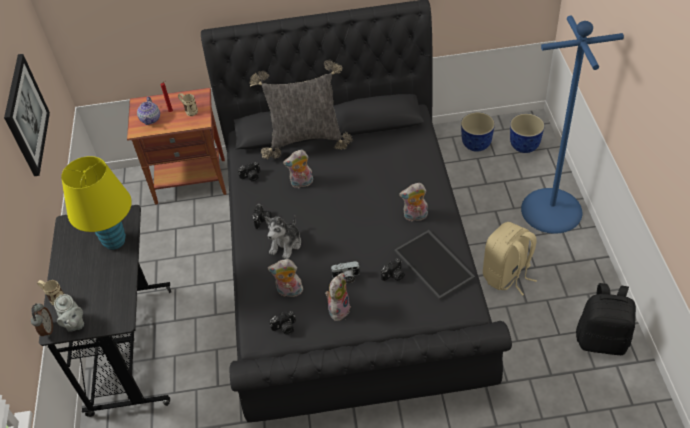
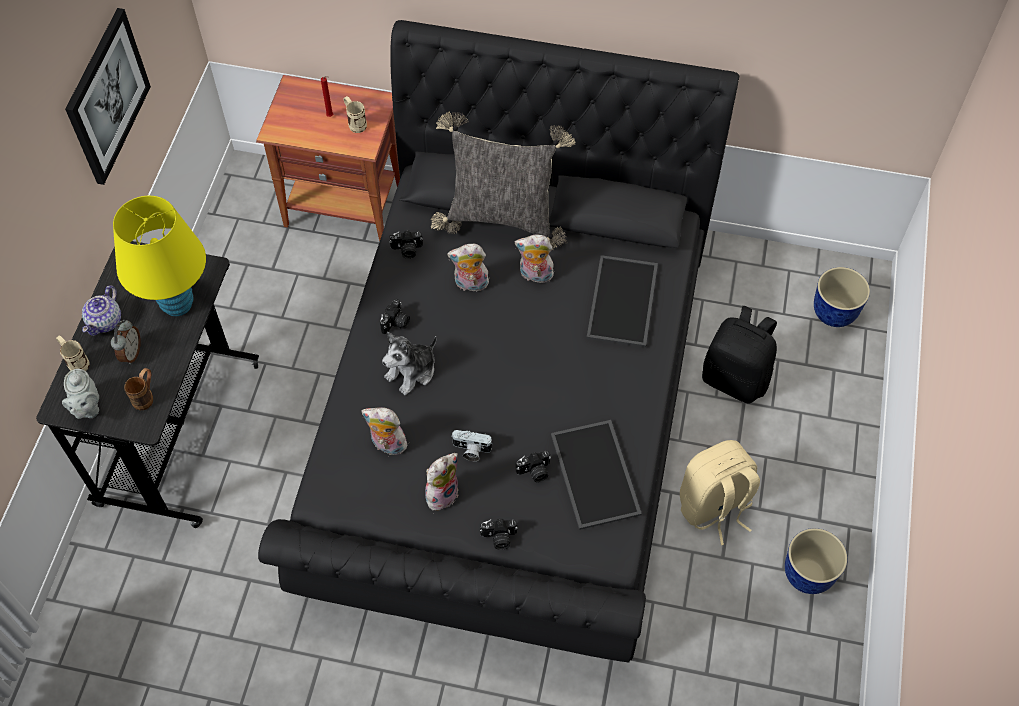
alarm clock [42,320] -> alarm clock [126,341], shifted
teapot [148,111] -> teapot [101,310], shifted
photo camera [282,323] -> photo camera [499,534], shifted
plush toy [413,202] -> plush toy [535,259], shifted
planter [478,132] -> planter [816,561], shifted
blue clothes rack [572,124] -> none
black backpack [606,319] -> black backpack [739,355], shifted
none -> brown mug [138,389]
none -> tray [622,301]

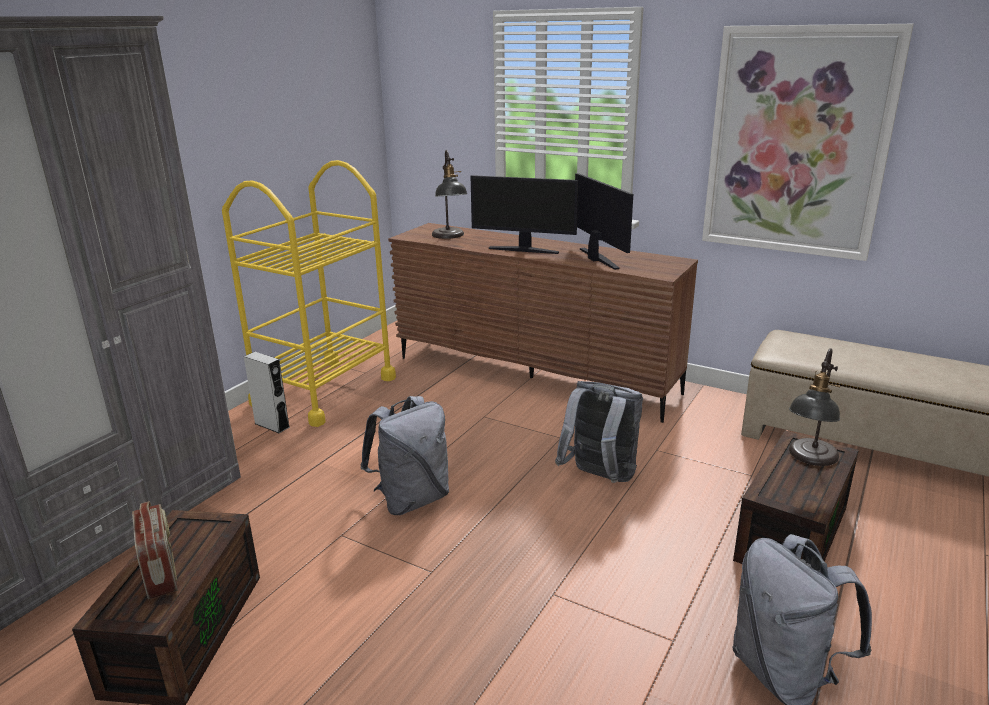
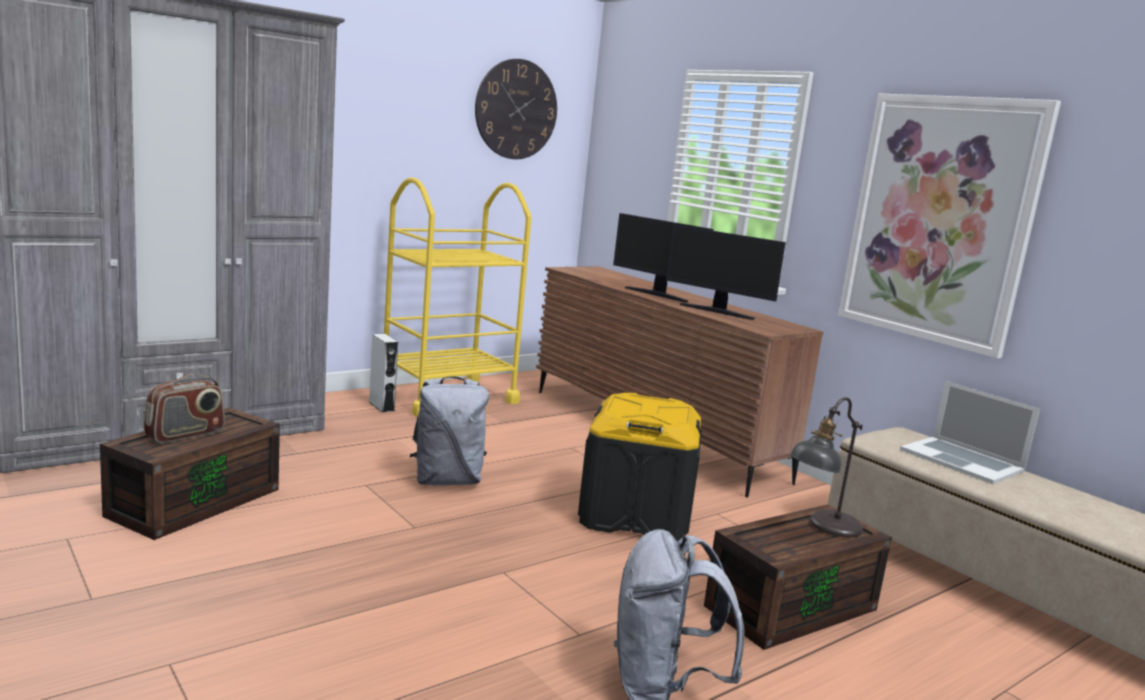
radio [155,550] -> radio [184,408], 45 degrees clockwise
grey table lamp [449,194] -> none
grey backpack [599,432] -> black storage box [640,467]
monitor [604,221] -> monitor [726,272], 120 degrees clockwise
none -> wall clock [516,109]
none -> laptop [970,432]

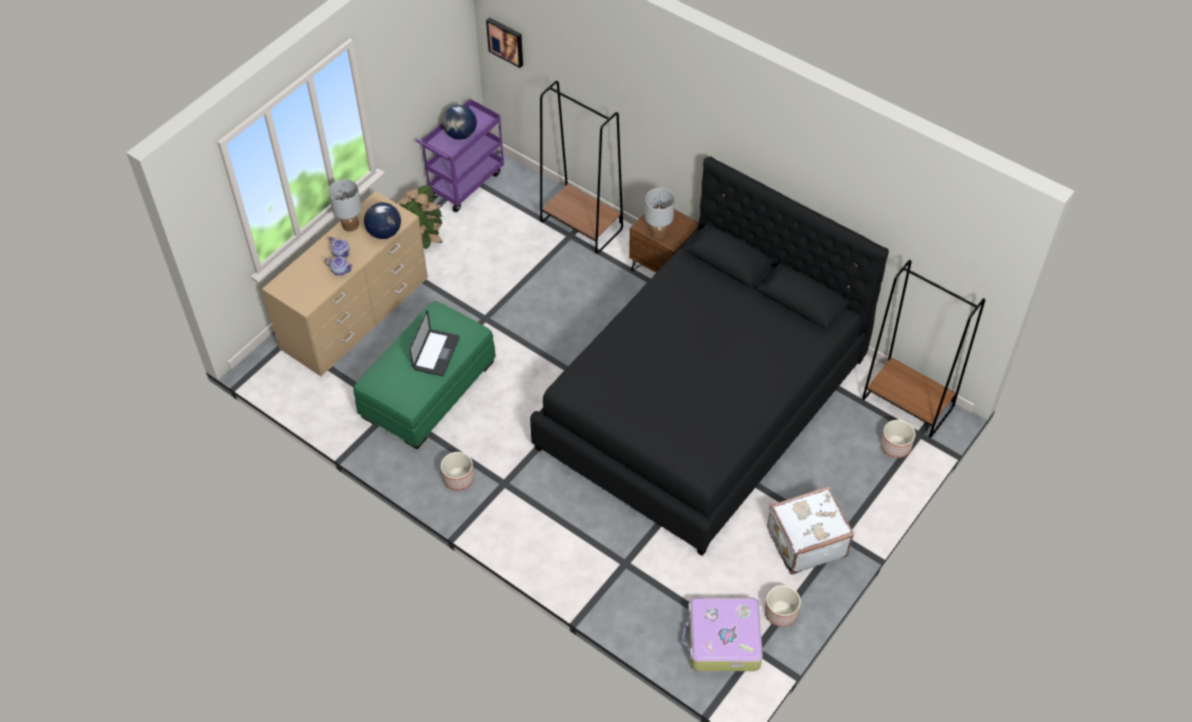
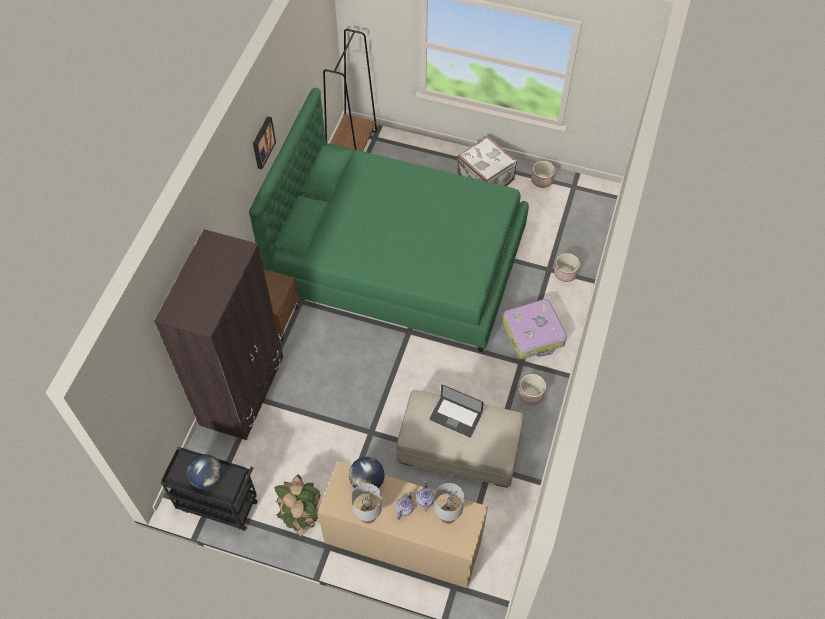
green ottoman [425,375] -> beige ottoman [460,439]
laptop [435,343] -> laptop [457,411], 150 degrees counterclockwise
purple cart [460,155] -> black cart [209,489]
picture [504,42] -> picture [264,142], shifted
black bed [709,356] -> green bed [389,220]
clothes rack [581,167] -> brown wardrobe [218,334]
grey table lamp [660,213] -> grey table lamp [449,503], shifted
suitcase [722,634] -> suitcase [534,329], shifted
planter [897,439] -> planter [567,267], shifted

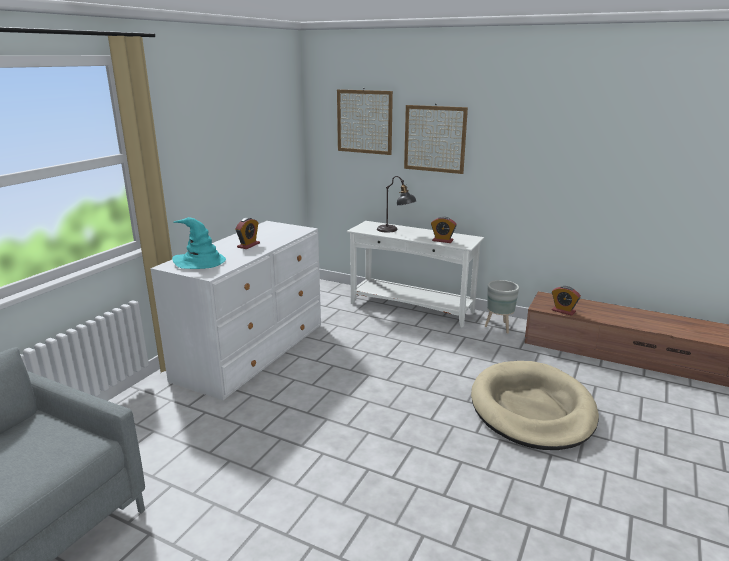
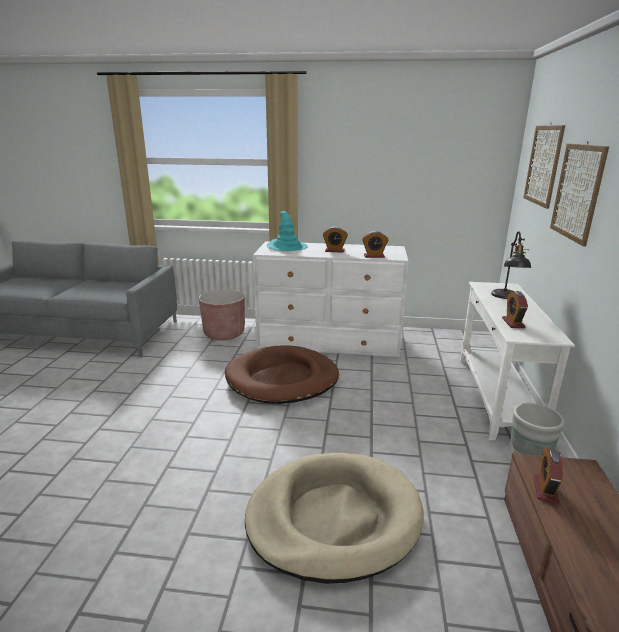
none -> brown planter [222,314]
none -> brown dog bed [282,375]
none -> alarm clock [375,244]

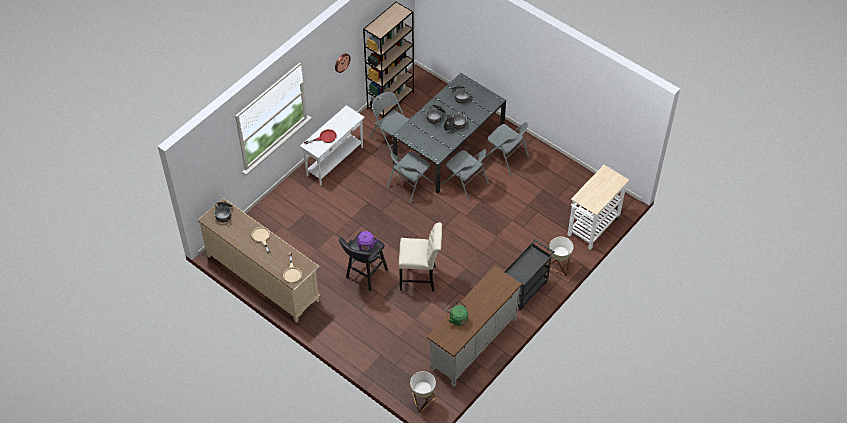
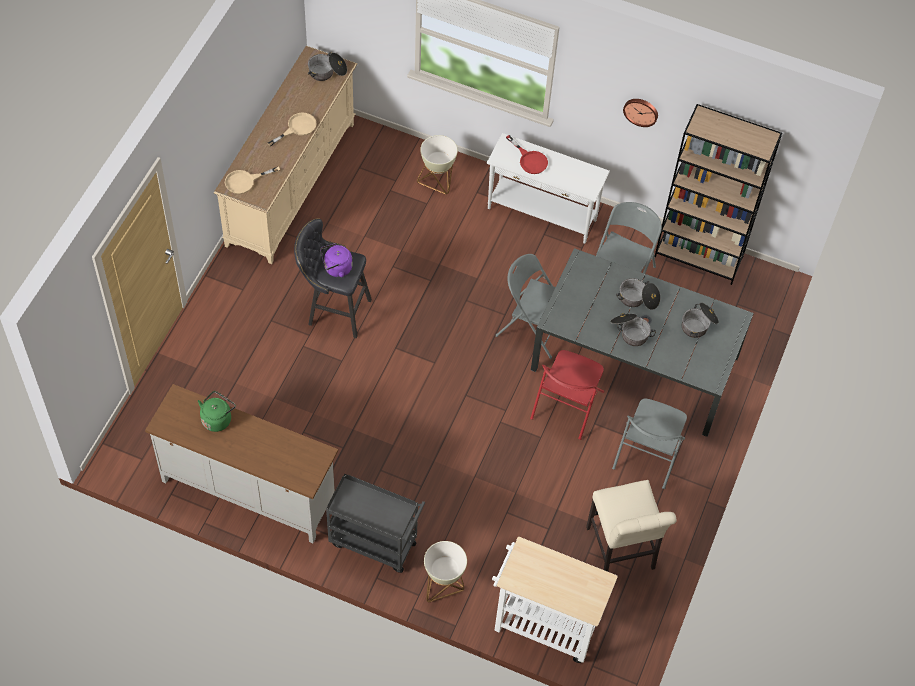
beige stool [420,256] -> beige stool [631,526], shifted
planter [423,392] -> planter [437,164], shifted
grey chair [465,175] -> red chair [567,395]

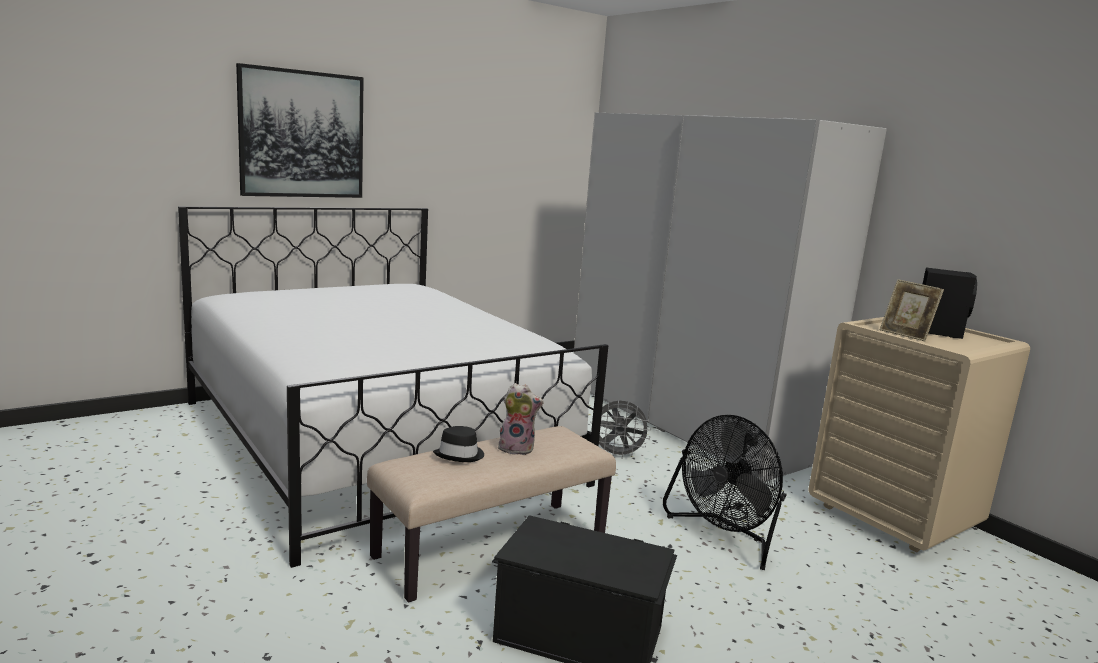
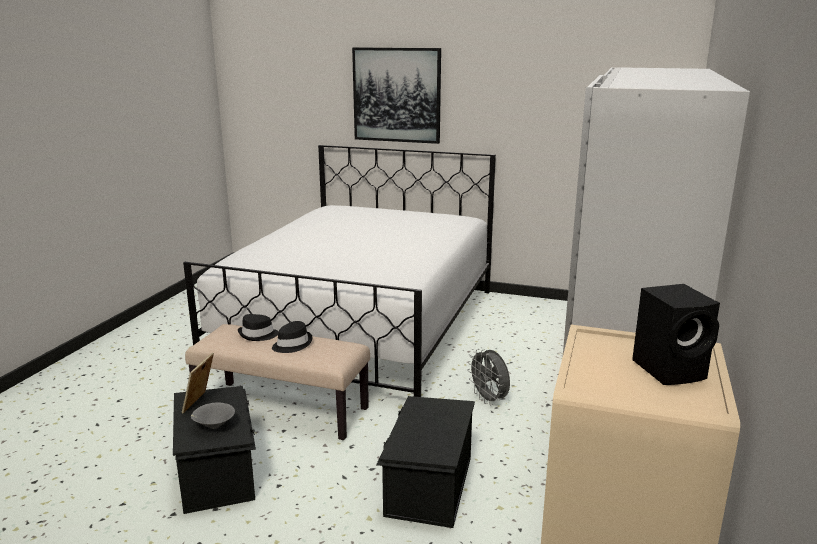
plush toy [521,419] -> black hat [292,337]
black fan [724,492] -> black storage box [425,462]
picture frame [912,310] -> picture frame [198,382], shifted
none -> grey bowl [213,415]

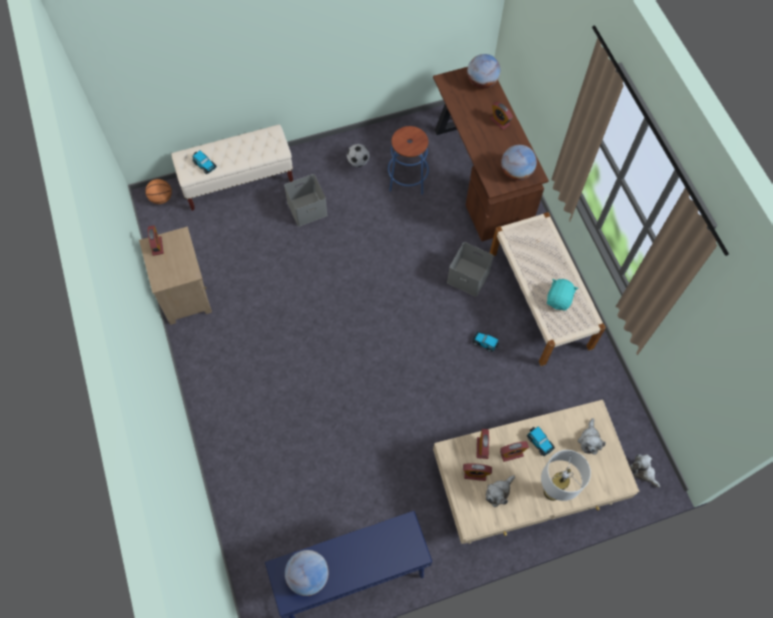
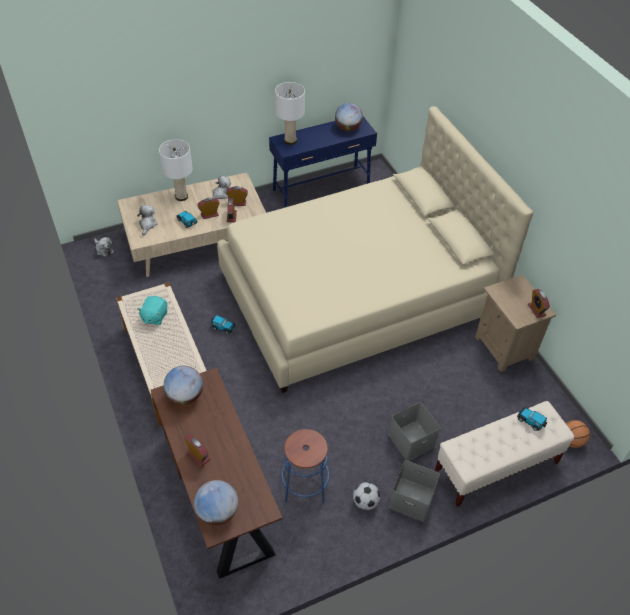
grey storage box [470,269] -> grey storage box [414,490], shifted
none -> beige bed [375,249]
none -> white table lamp [290,113]

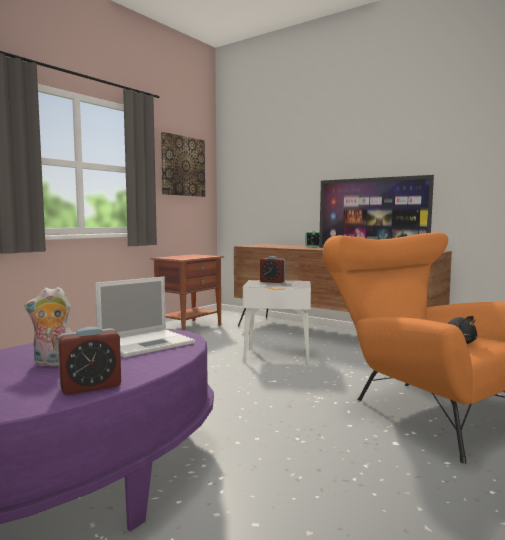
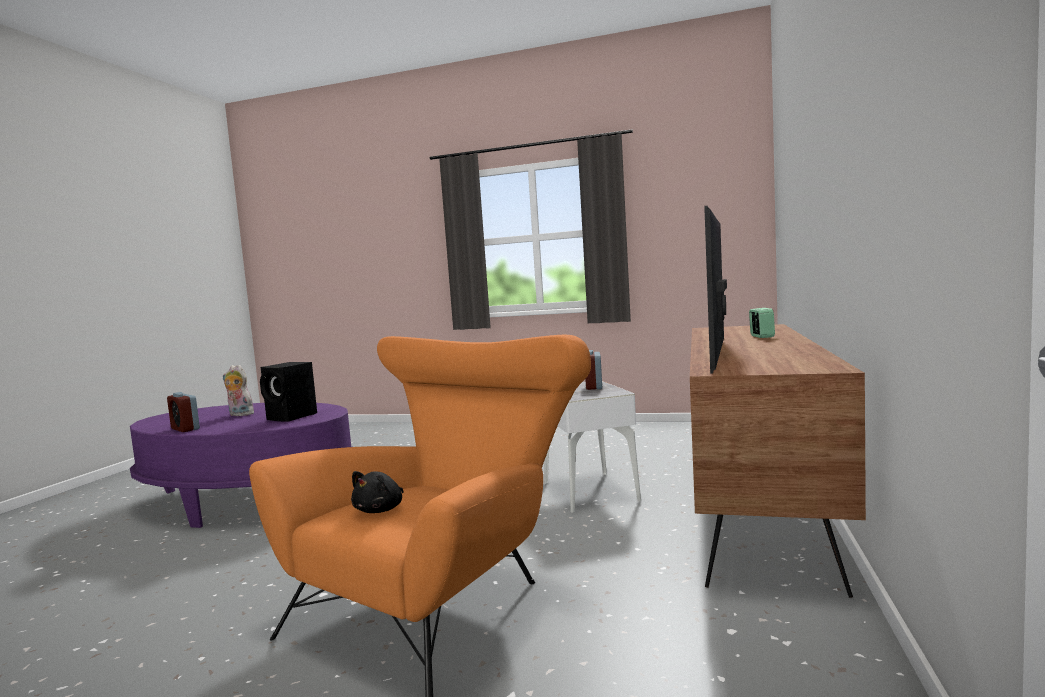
plush toy [47,327] -> plush toy [238,390], 45 degrees counterclockwise
laptop [145,317] -> black speaker [288,391]
nightstand [187,292] -> none
picture [183,164] -> none

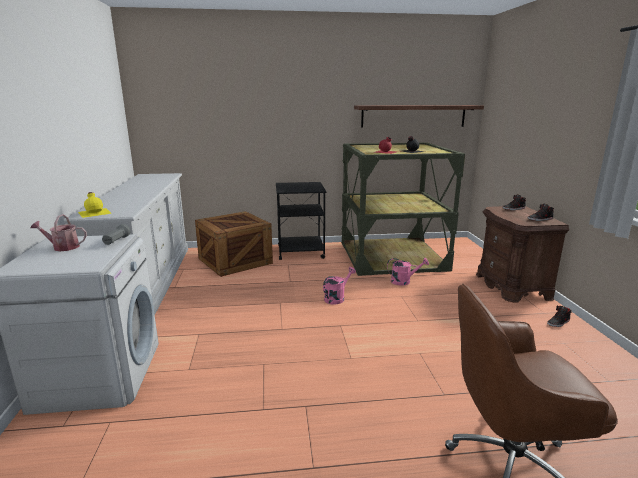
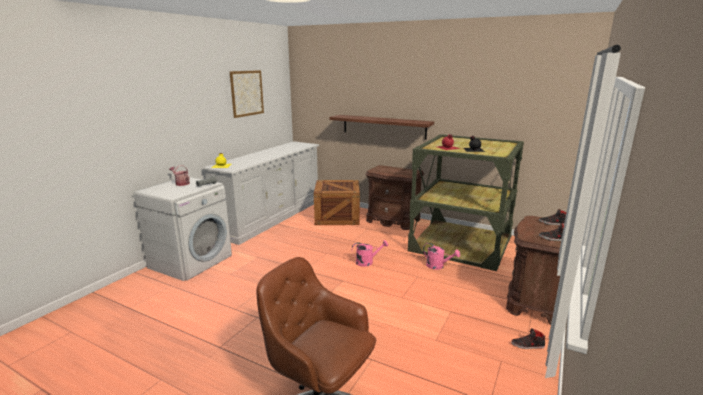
black cart [301,221] -> brown nightstand [394,197]
shelf [419,116] -> shelf [381,127], shifted
none -> picture [247,94]

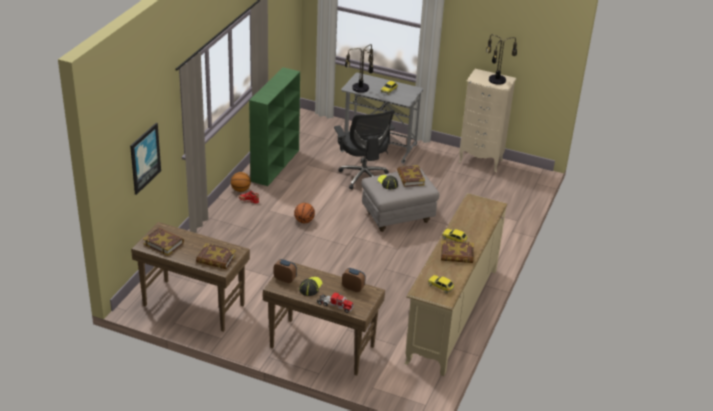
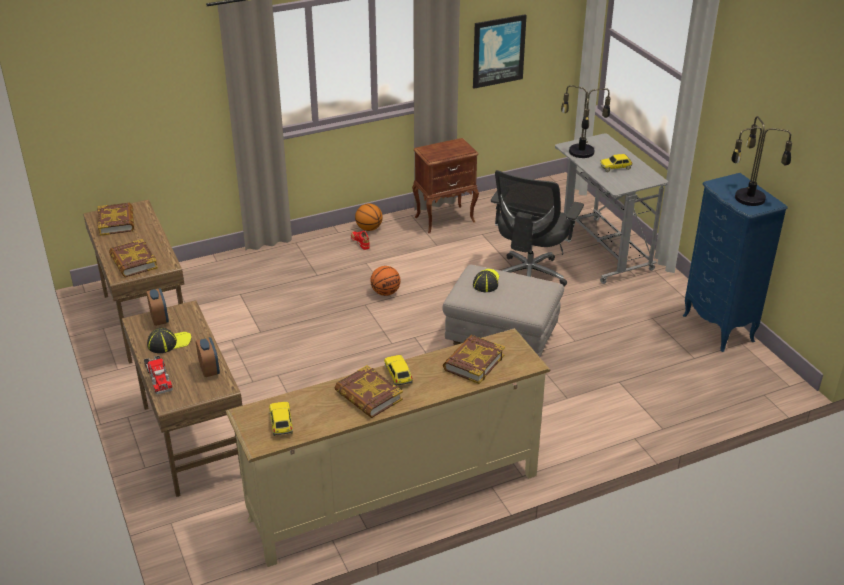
picture [145,159] -> picture [500,51], shifted
green bookcase [274,126] -> brown nightstand [445,185]
book [411,176] -> book [474,359], shifted
beige dresser [487,120] -> blue dresser [735,262]

